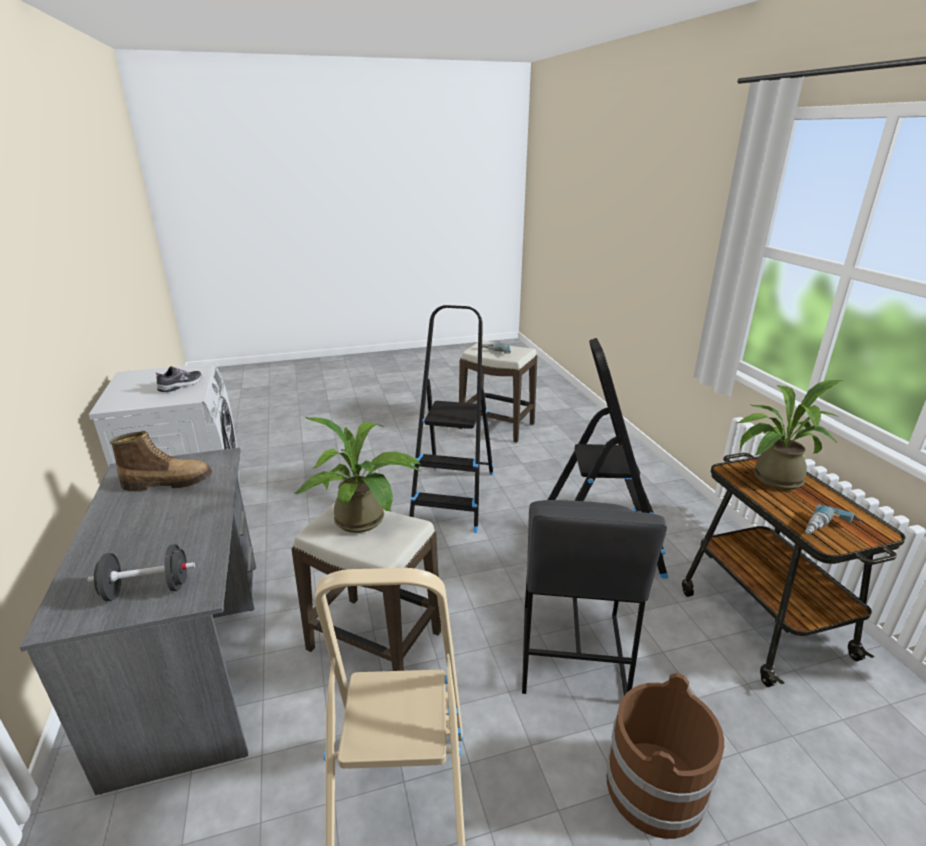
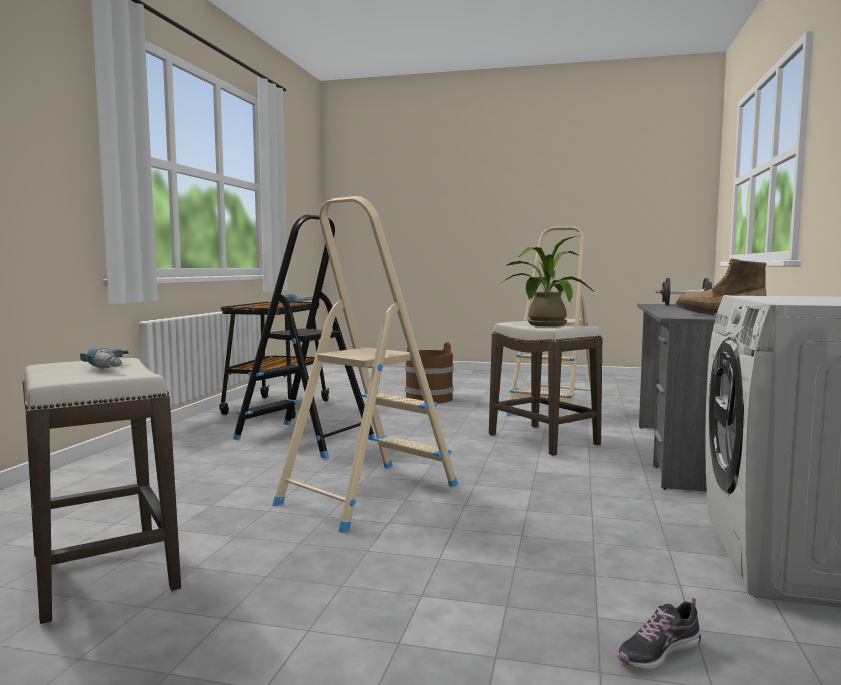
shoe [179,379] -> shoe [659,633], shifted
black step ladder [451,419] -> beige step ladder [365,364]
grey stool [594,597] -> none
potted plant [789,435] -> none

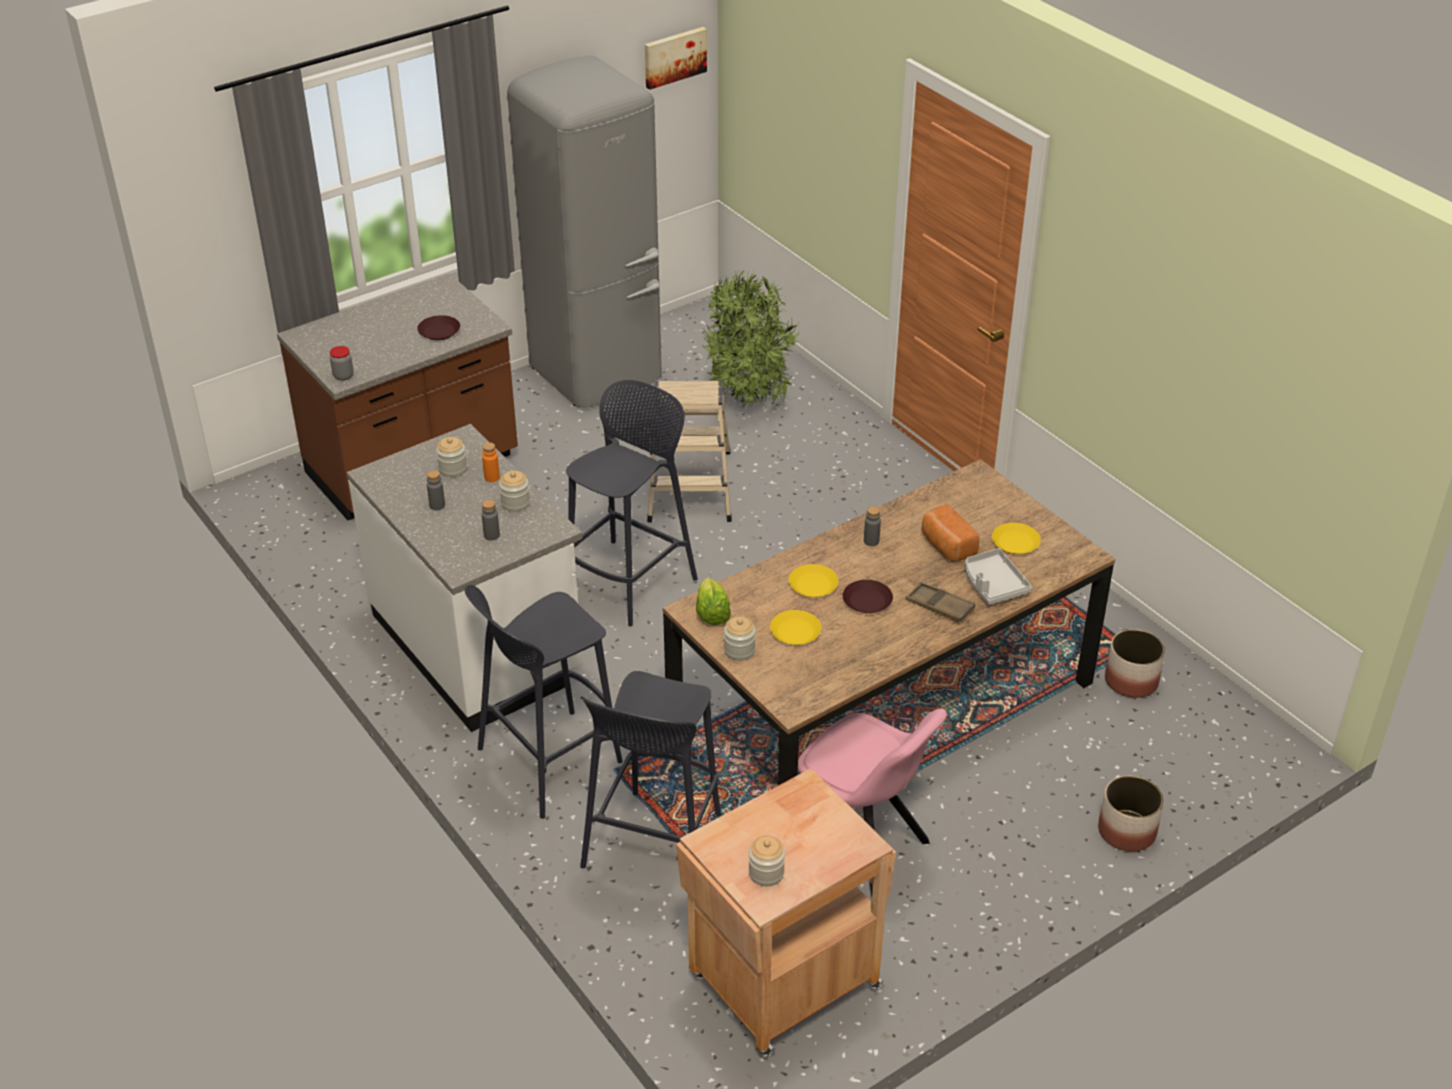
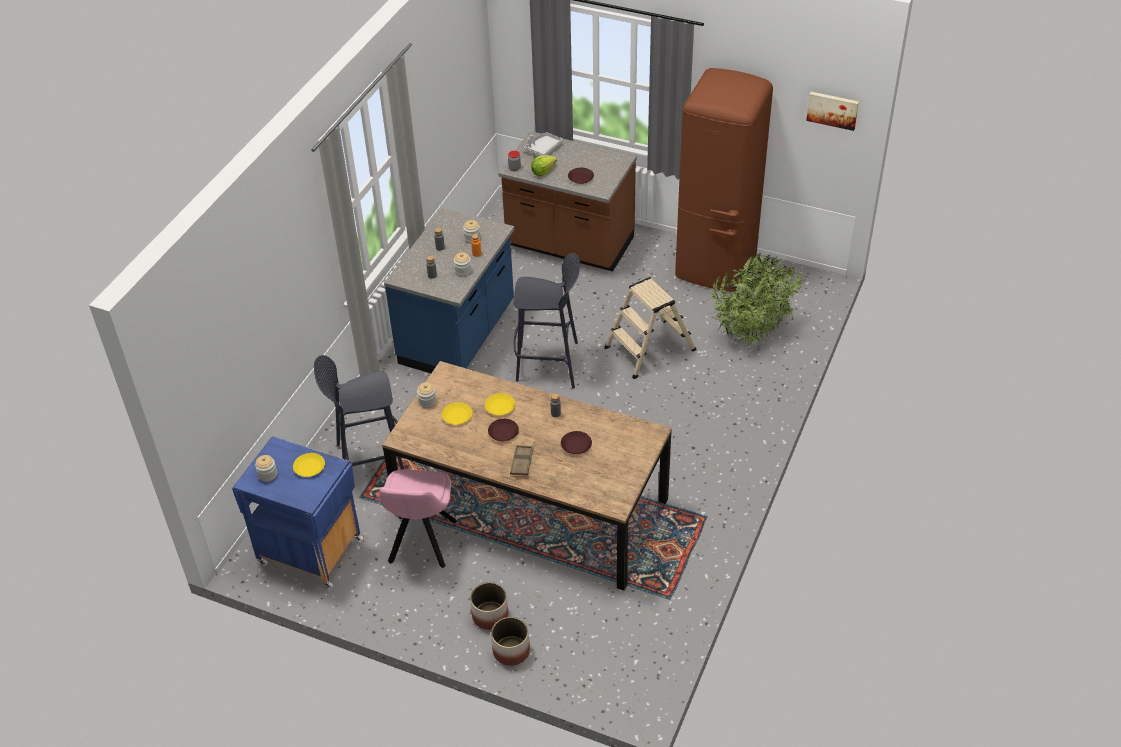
white counter [464,578] -> blue counter [449,290]
grey stool [544,702] -> none
grey fridge [584,231] -> brown fridge [724,180]
brown cart [786,914] -> blue cart [298,512]
lettuce [713,601] -> lettuce [544,165], shifted
bread [950,532] -> brown plate [576,442]
grey tray [998,576] -> grey tray [543,144], shifted
yellow plate [1016,538] -> yellow plate [309,465], shifted
planter [1135,663] -> planter [489,606], shifted

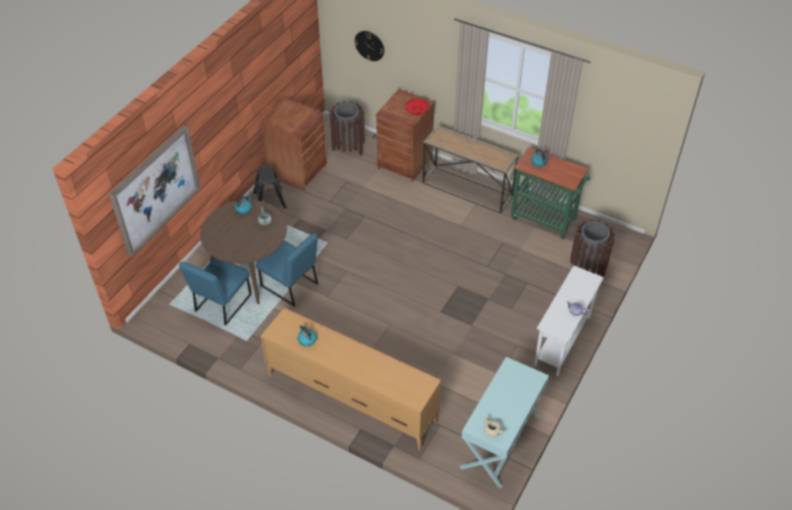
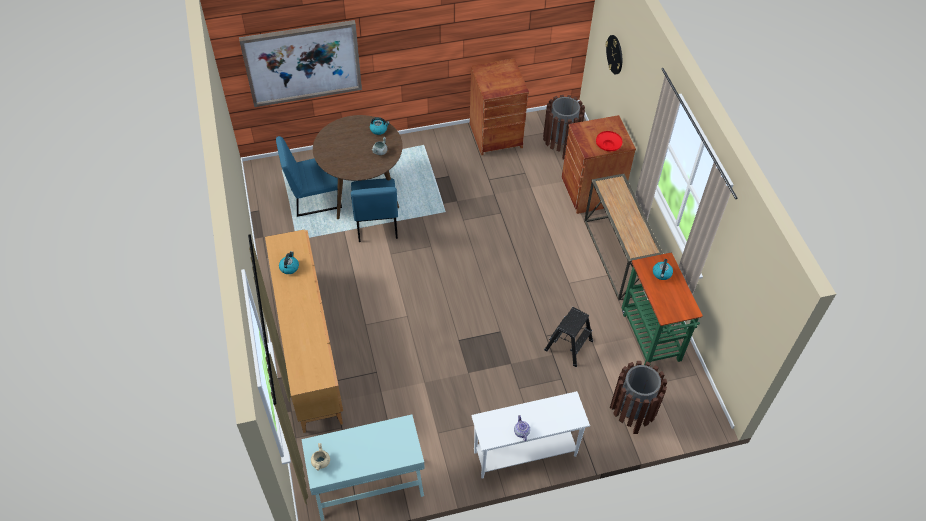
black step ladder [270,186] -> black step ladder [568,337], shifted

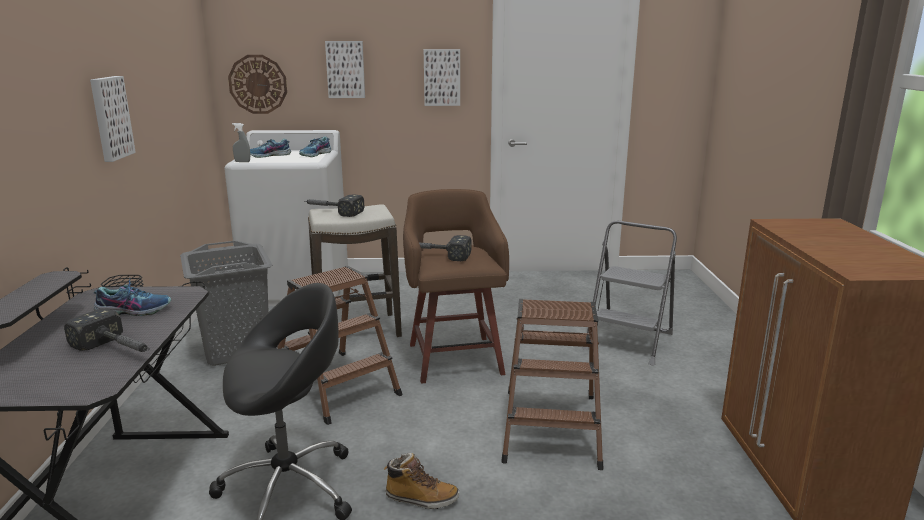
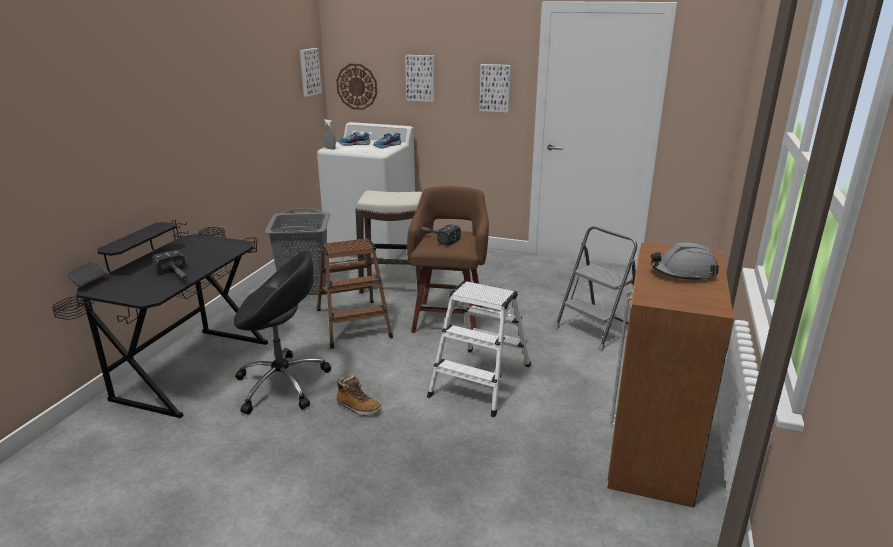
picture [113,119] -> picture [311,72], shifted
shoe [132,297] -> none
hammer [334,205] -> none
brown step ladder [552,384] -> white step ladder [479,348]
none -> grey hard hat [685,262]

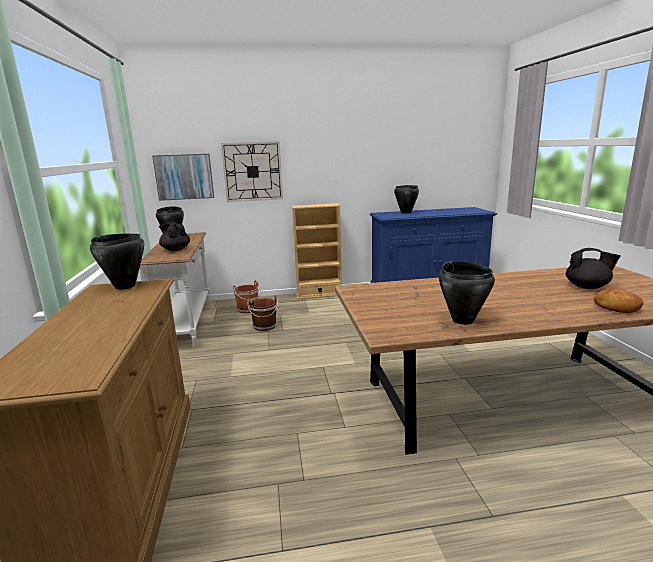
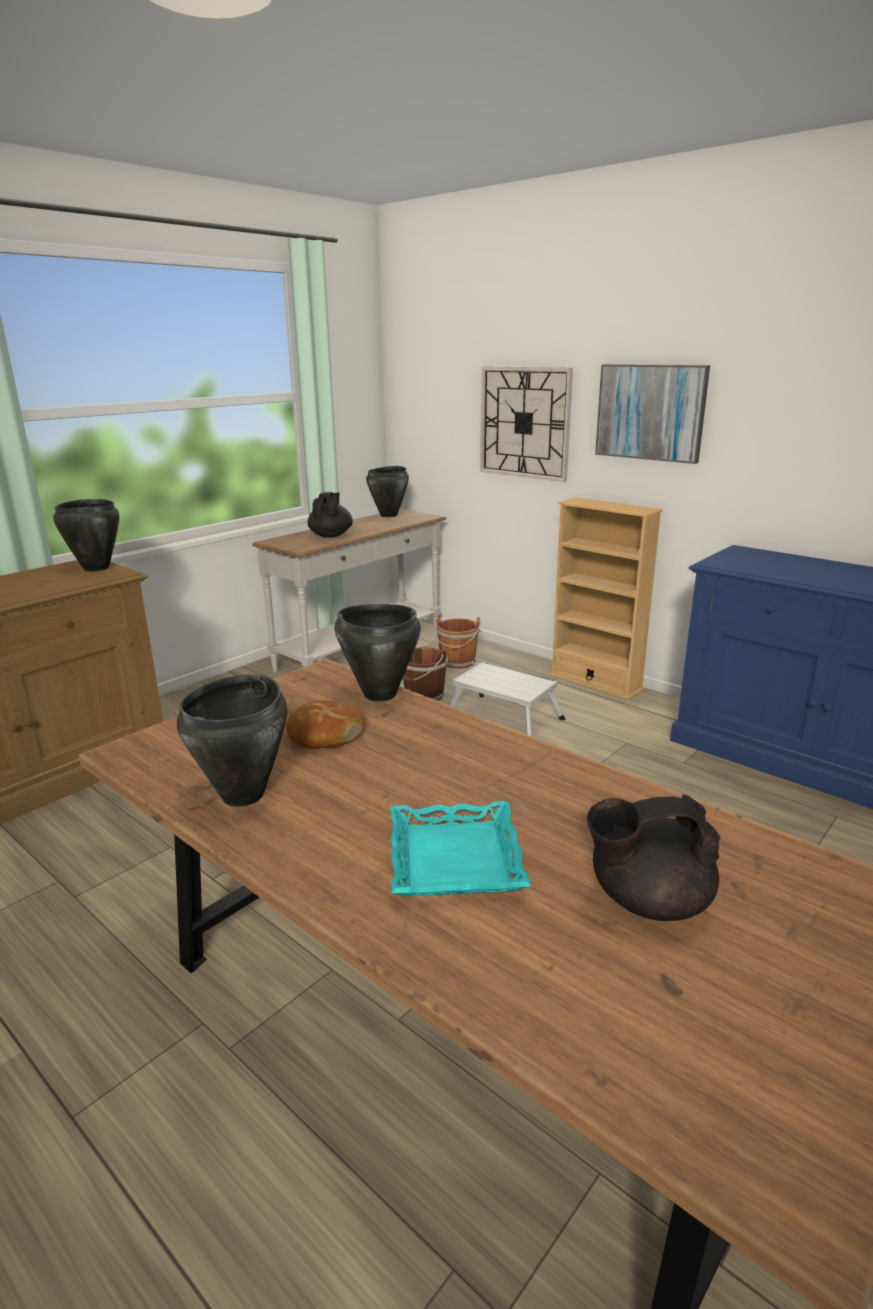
picture [183,177] -> picture [652,414], shifted
black cooking pot [406,199] -> black cooking pot [377,653], shifted
black teapot [593,268] -> black teapot [653,857], 105 degrees clockwise
bread [618,300] -> bread [325,724], shifted
none -> turquoise tray [461,849]
none -> white step ladder [508,699]

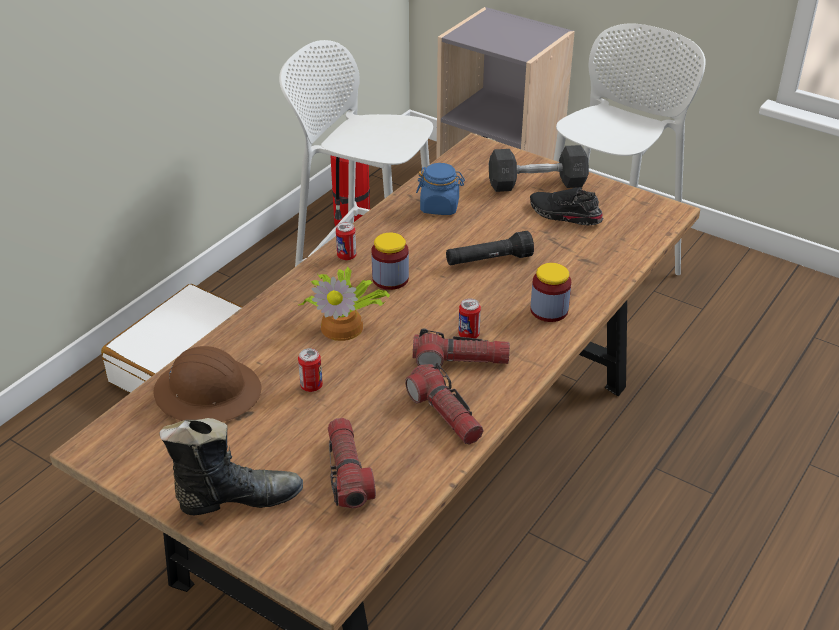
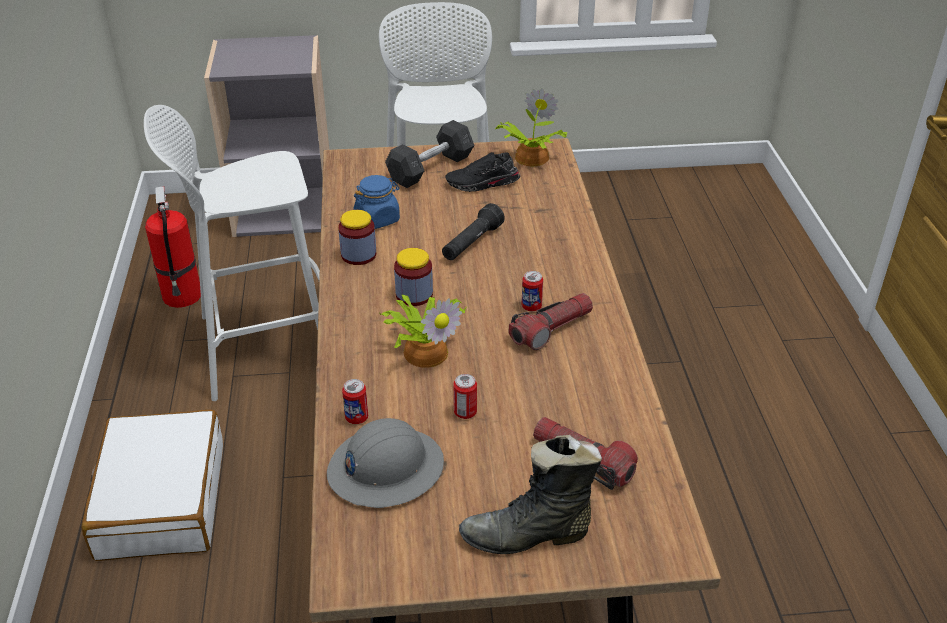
brown hard hat [208,384] -> grey hard hat [385,463]
black boot [231,466] -> black boot [530,494], 135 degrees counterclockwise
can [346,241] -> can [355,401], shifted
flashlight [444,403] -> none
jar [550,292] -> jar [357,237], shifted
none -> potted plant [531,127]

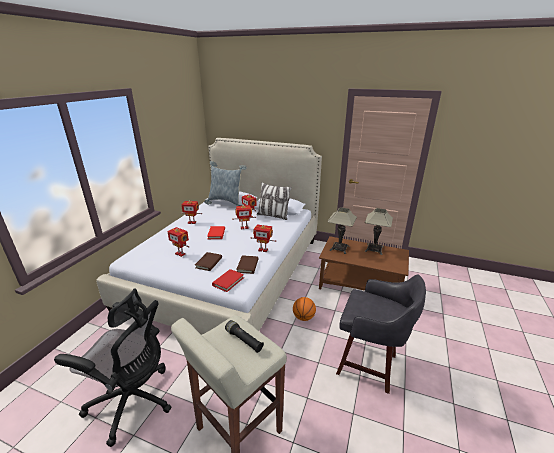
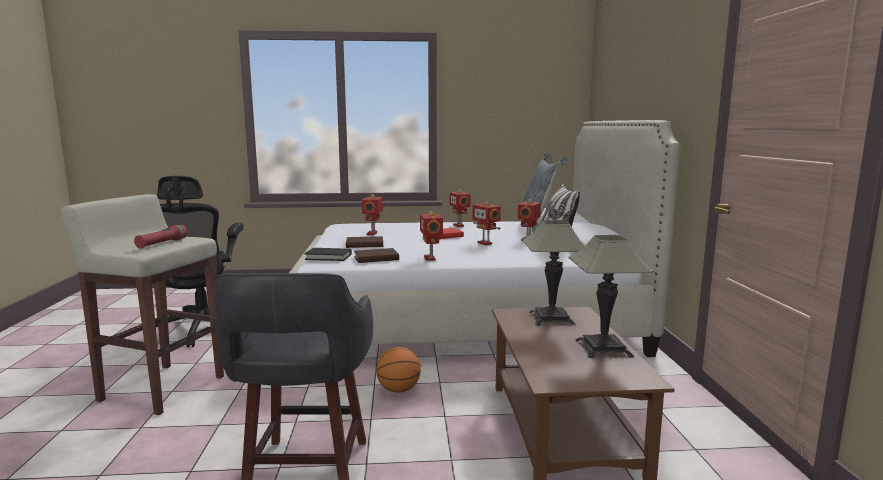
red book [228,280] -> black book [328,254]
black flashlight [244,336] -> red flashlight [160,236]

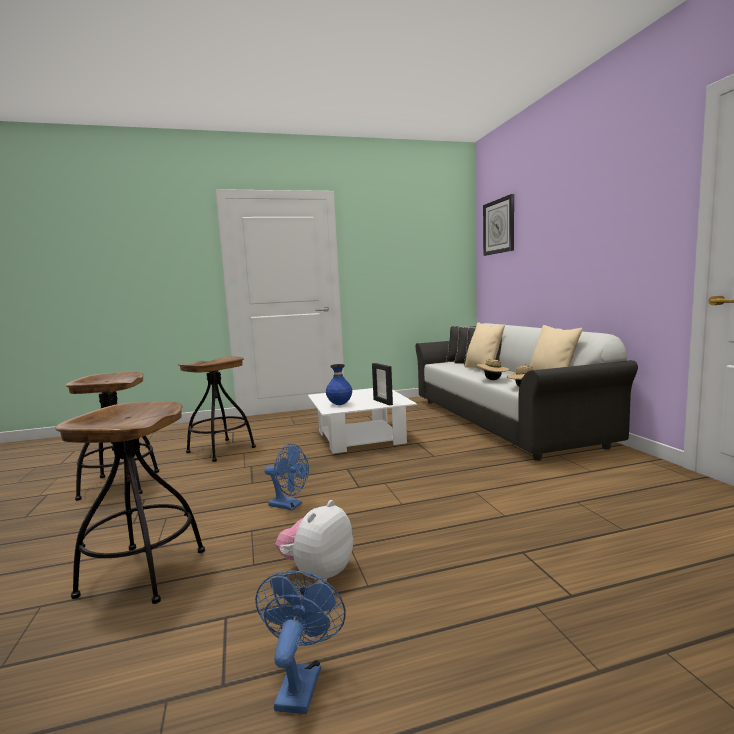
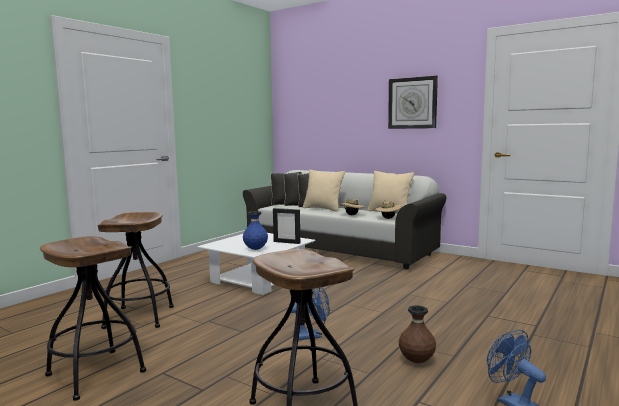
plush toy [314,541] -> brown vase [417,334]
wall clock [498,225] -> wall clock [413,102], shifted

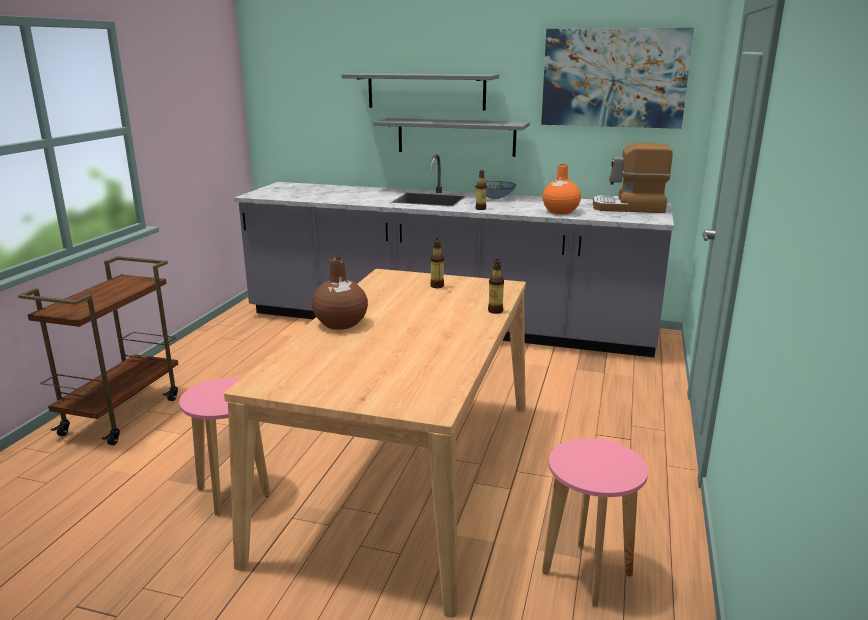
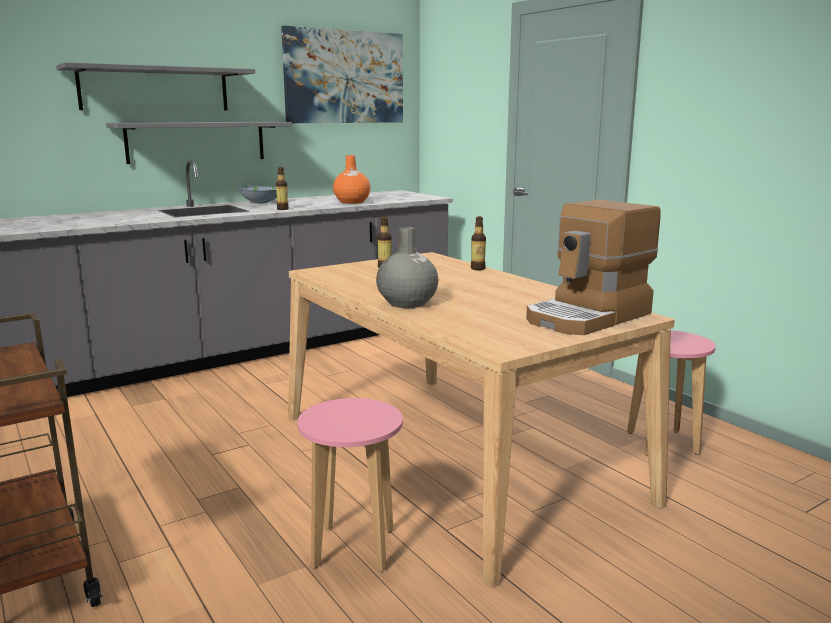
brown vase [340,293] -> grey vase [407,267]
coffee machine [633,178] -> coffee machine [593,267], shifted

